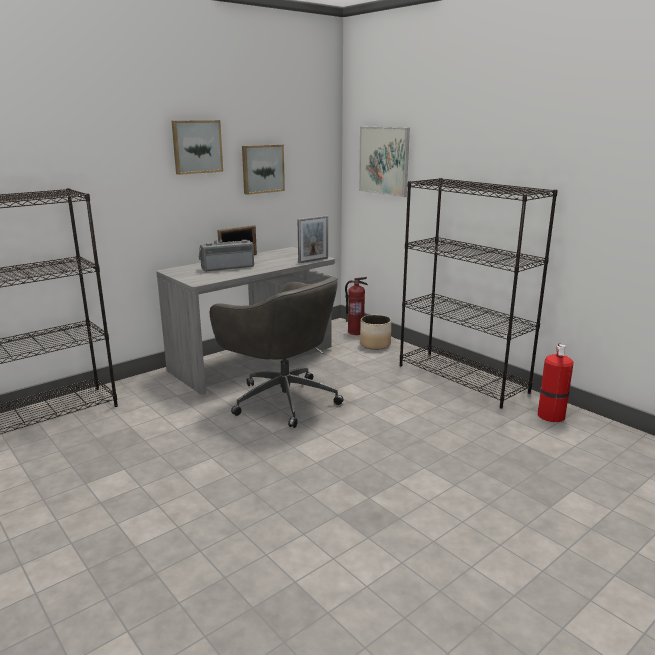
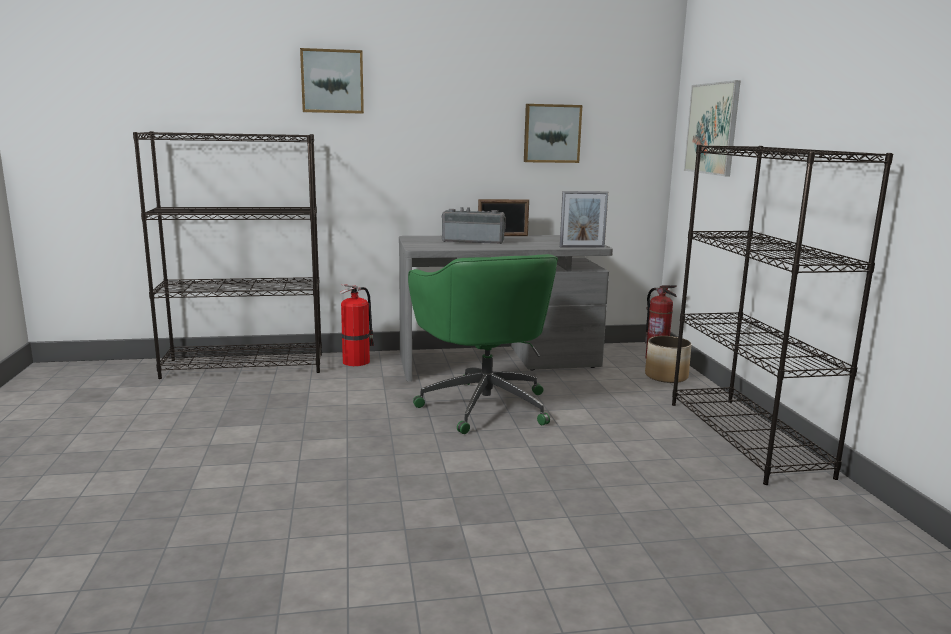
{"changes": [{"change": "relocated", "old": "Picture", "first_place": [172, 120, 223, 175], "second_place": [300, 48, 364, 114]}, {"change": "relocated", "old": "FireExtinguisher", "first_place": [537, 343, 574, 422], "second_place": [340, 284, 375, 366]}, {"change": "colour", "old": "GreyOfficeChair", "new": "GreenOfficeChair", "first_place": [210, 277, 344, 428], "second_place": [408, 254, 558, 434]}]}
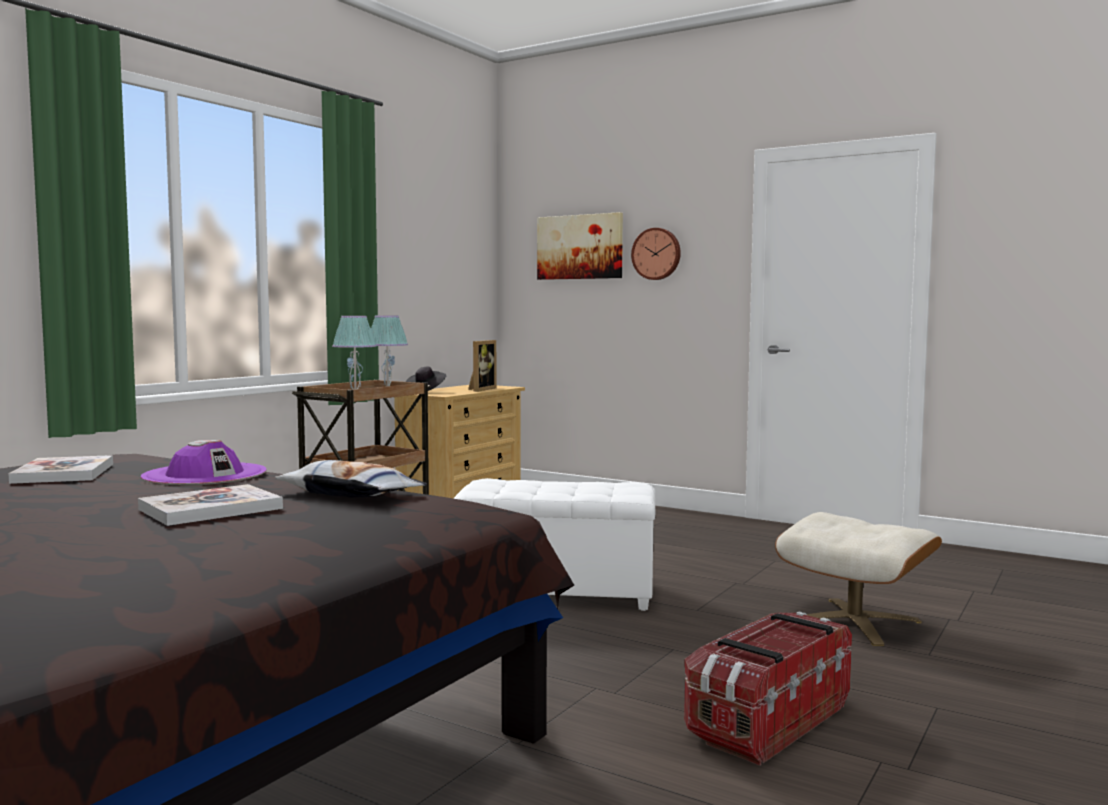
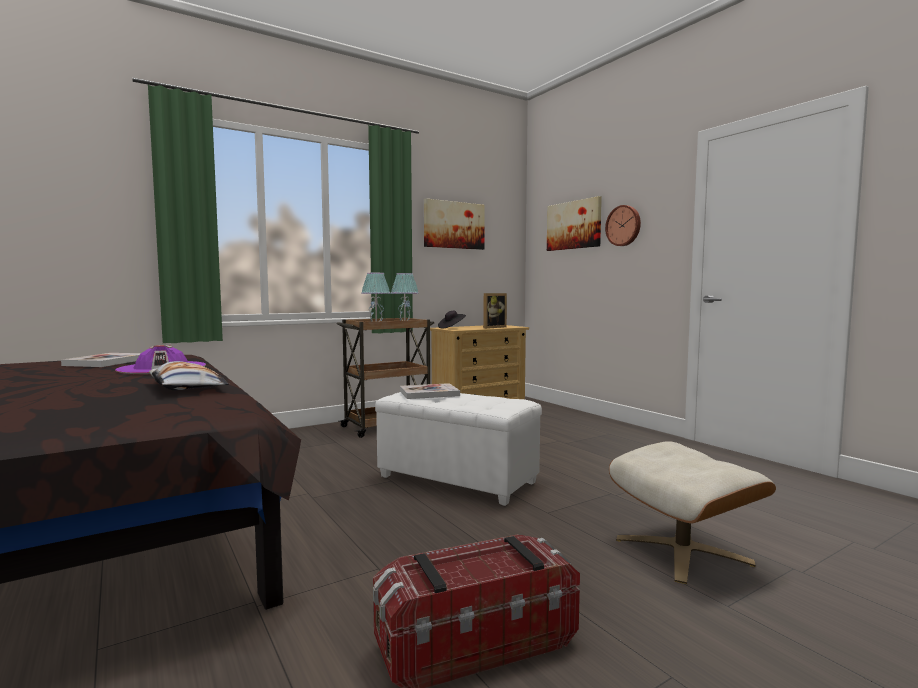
{"changes": [{"change": "appeared", "new": "Picture", "second_place": [424, 199, 485, 250]}, {"change": "relocated", "old": "Book", "first_place": [138, 484, 283, 526], "second_place": [400, 383, 460, 399]}]}
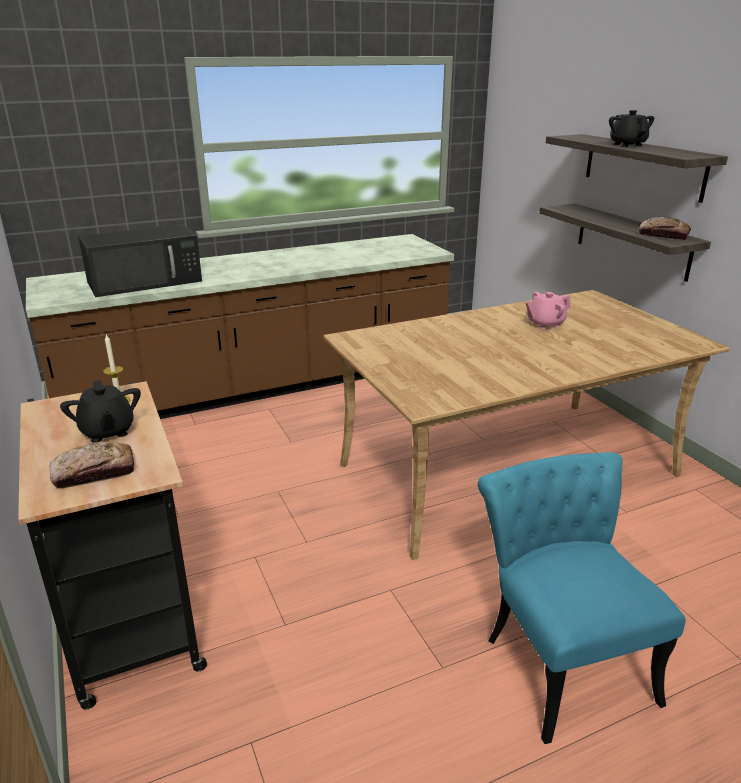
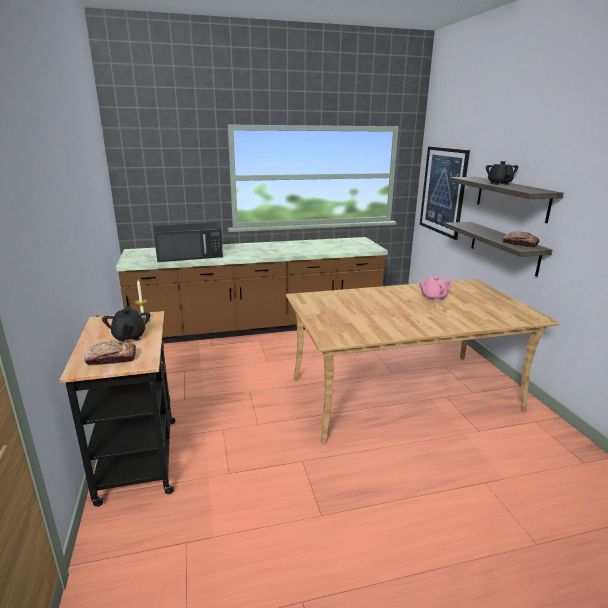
{"changes": [{"change": "missing", "old": "TurquoiseChair", "first_place": [478, 452, 686, 744]}, {"change": "appeared", "new": "Picture", "second_place": [420, 147, 470, 240]}]}
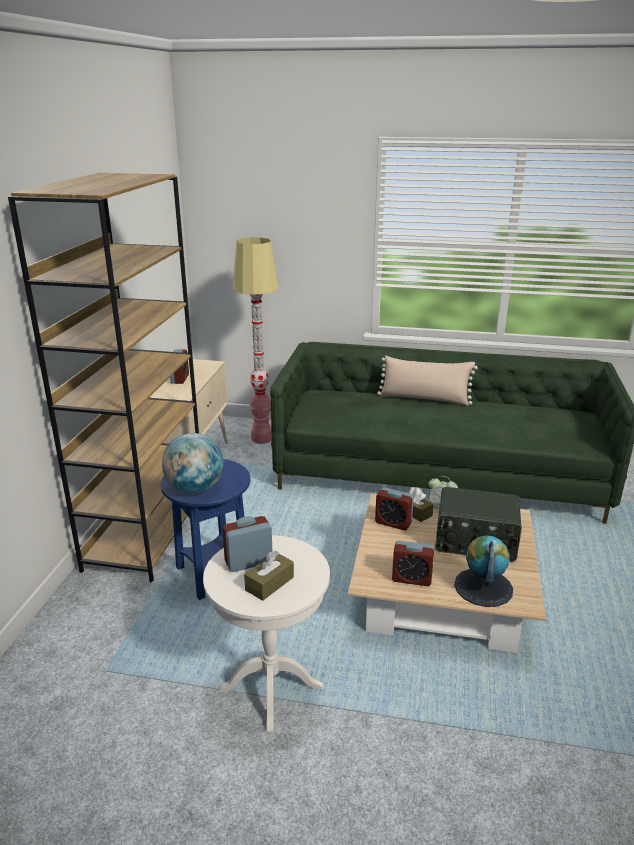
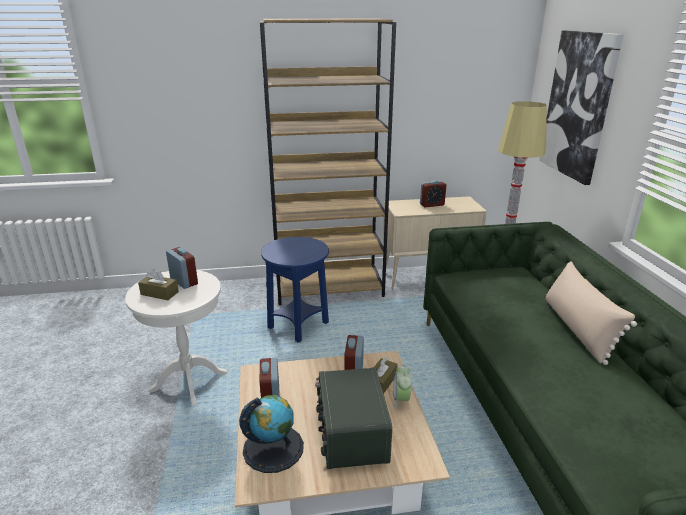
{"changes": [{"change": "missing", "old": "Globe", "first_place": [162, 433, 224, 494]}, {"change": "appeared", "new": "Picture", "second_place": [539, 30, 624, 185]}]}
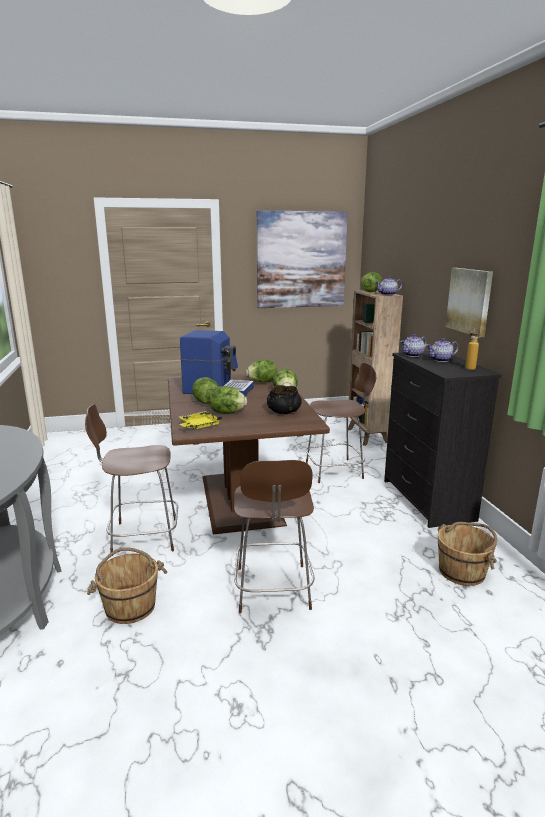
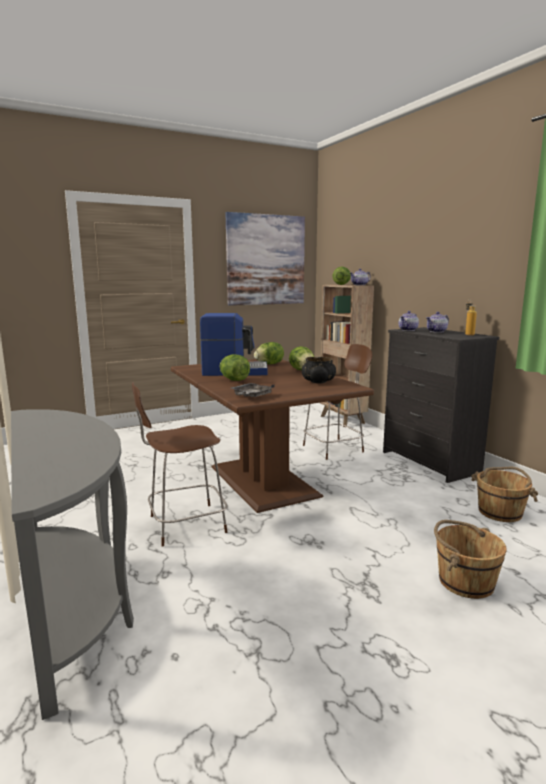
{"changes": [{"change": "missing", "old": "Lettuce", "first_place": [209, 386, 247, 414]}, {"change": "missing", "old": "BrownChair", "first_place": [234, 460, 314, 613]}, {"change": "missing", "old": "Picture", "first_place": [445, 268, 493, 337]}, {"change": "relocated", "old": "BrownBucket", "first_place": [87, 547, 167, 624], "second_place": [434, 520, 507, 599]}, {"change": "colour", "old": "YellowTray", "new": "GreyTray", "first_place": [179, 411, 222, 429], "second_place": [231, 383, 275, 397]}]}
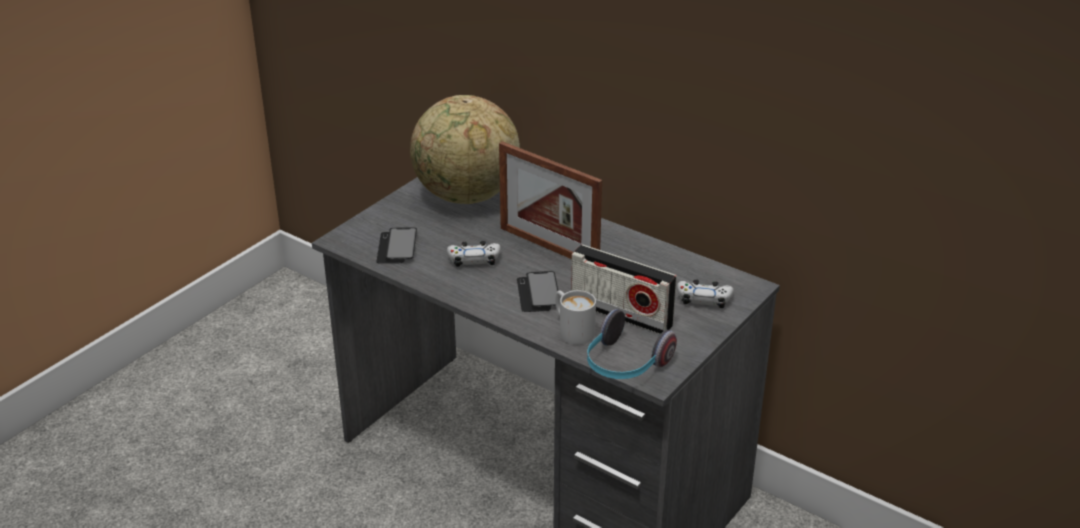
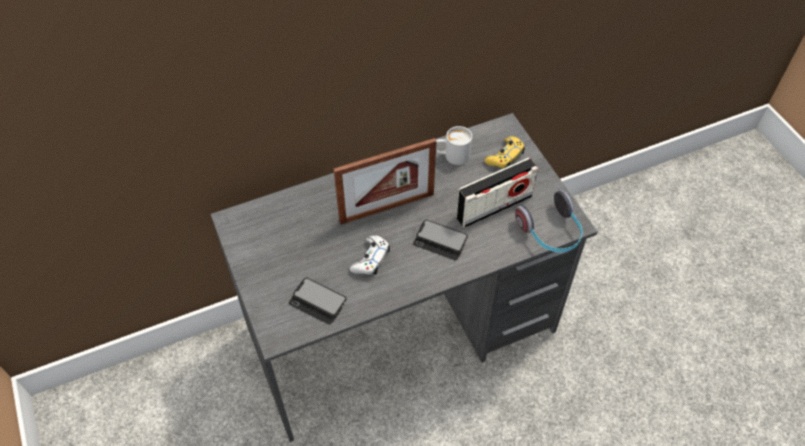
{"changes": [{"change": "missing", "old": "Globe", "first_place": [410, 95, 520, 204]}, {"change": "relocated", "old": "WhiteMug", "first_place": [556, 290, 596, 345], "second_place": [436, 126, 472, 165]}, {"change": "colour", "old": "WhiteGameController", "new": "YellowGameController", "first_place": [677, 279, 734, 308], "second_place": [485, 136, 525, 169]}]}
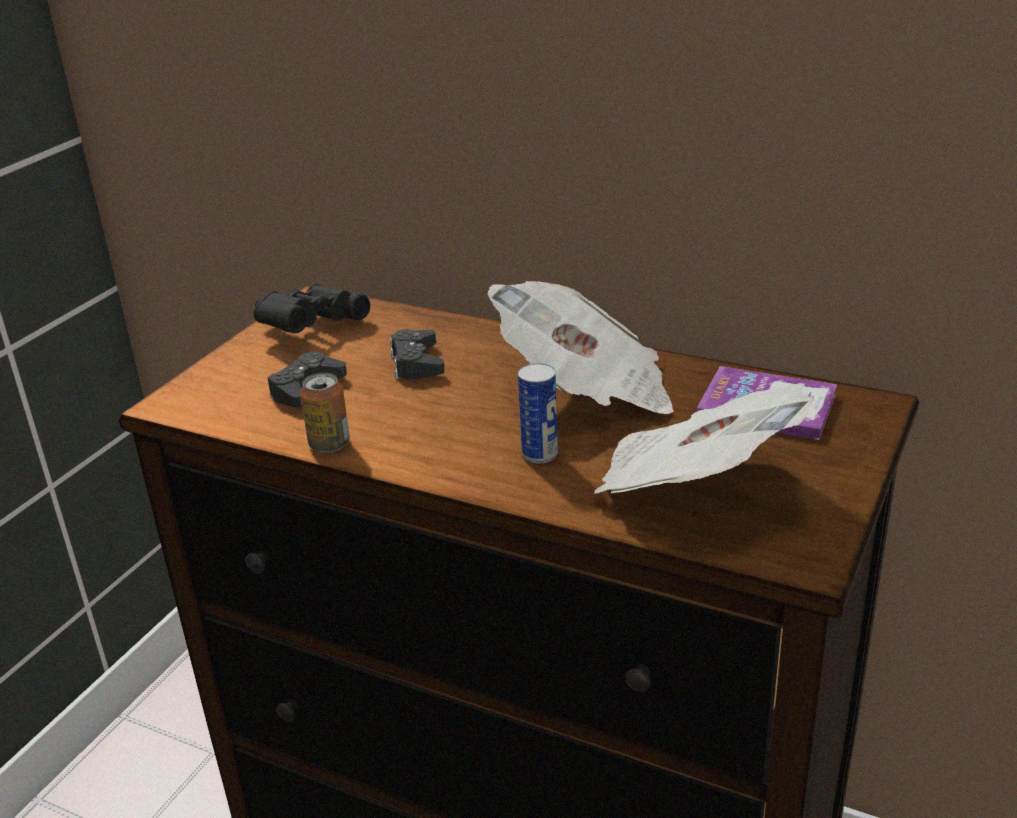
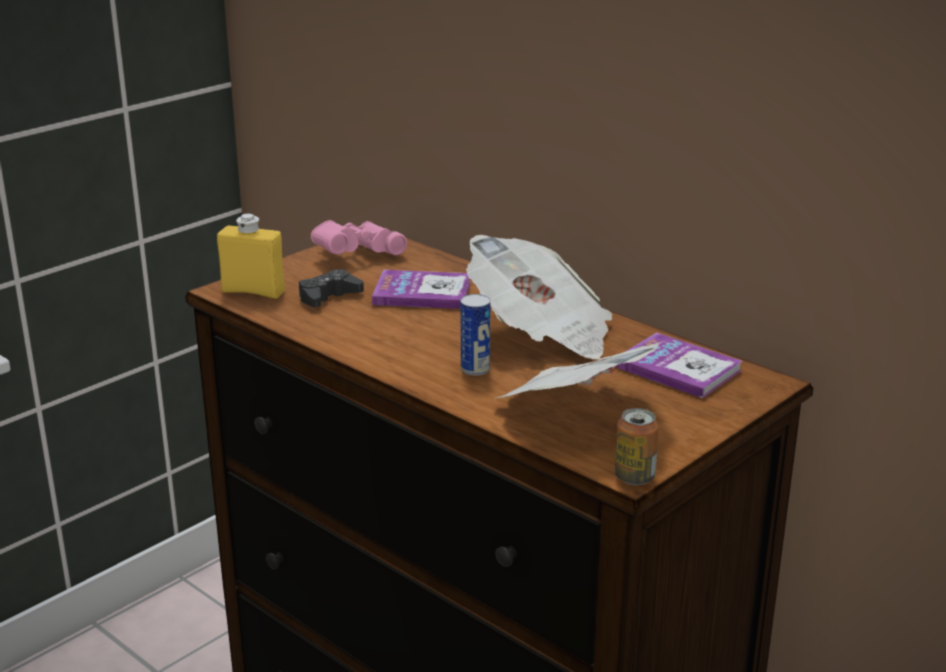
{"changes": [{"change": "appeared", "new": "YellowBottle", "second_place": [217, 214, 285, 299]}, {"change": "relocated", "old": "Can", "first_place": [300, 373, 350, 453], "second_place": [615, 408, 659, 485]}, {"change": "exchanged", "old": "BlackGameController", "new": "Book", "first_place": [390, 329, 445, 380], "second_place": [372, 270, 471, 309]}, {"change": "colour", "old": "BlackBinoculars", "new": "PinkBinoculars", "first_place": [254, 284, 370, 333], "second_place": [311, 220, 407, 255]}]}
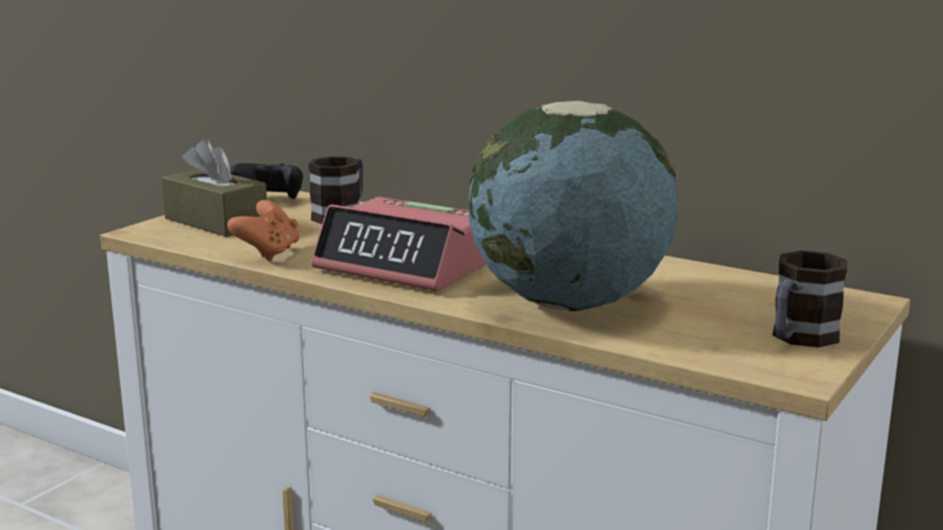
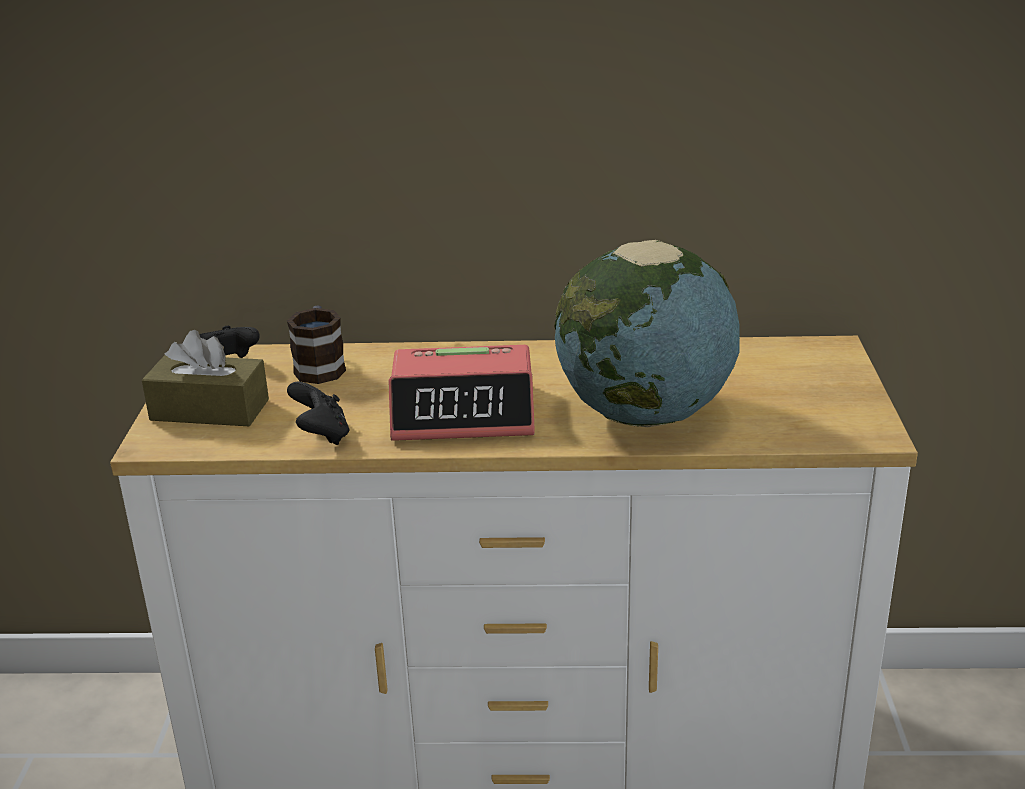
{"changes": [{"change": "missing", "old": "Mug", "first_place": [772, 250, 848, 348]}, {"change": "colour", "old": "OrangeGameController", "new": "BlackGameController", "first_place": [227, 200, 299, 261], "second_place": [287, 382, 349, 445]}]}
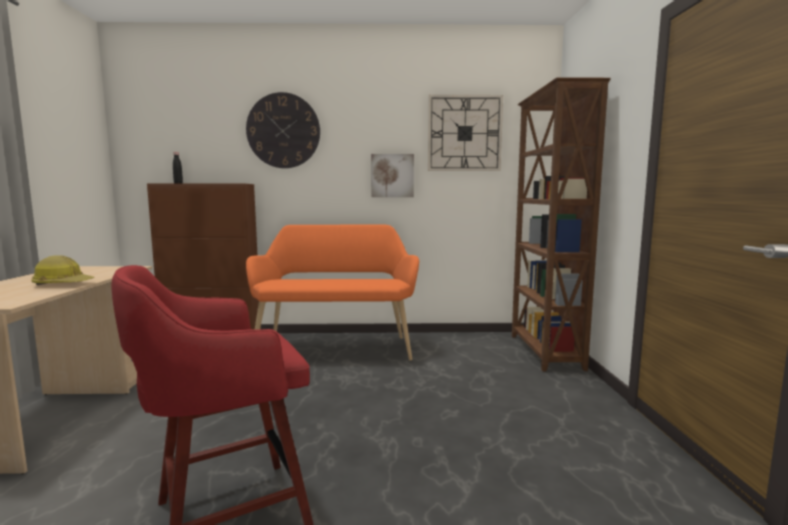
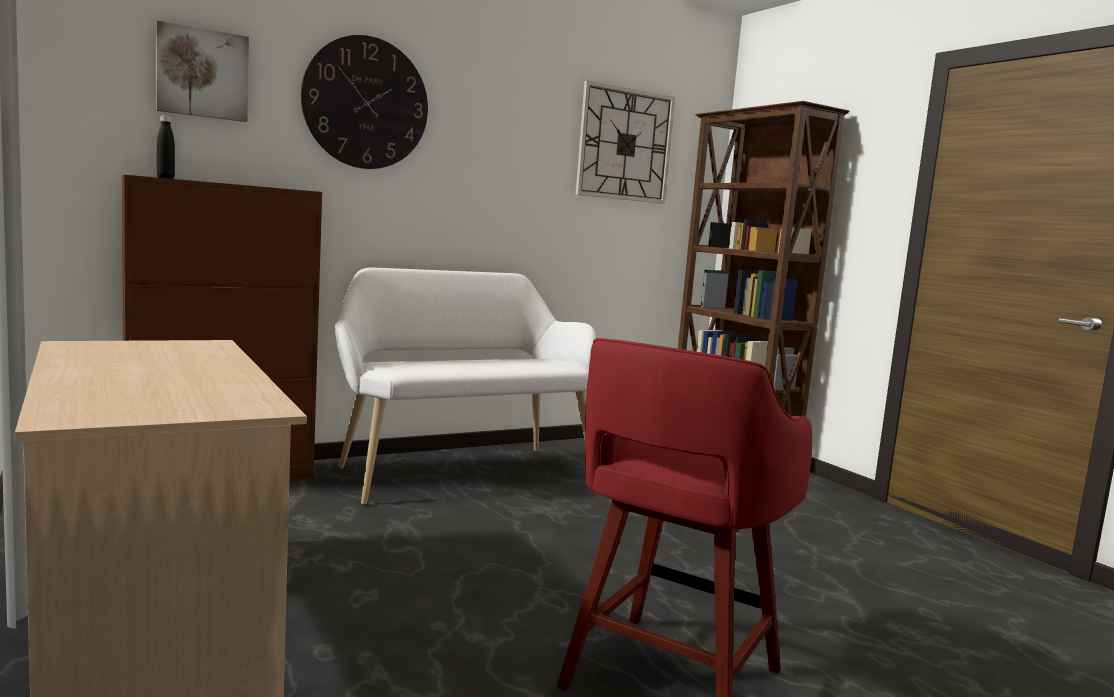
{"changes": [{"change": "missing", "old": "HardHat", "first_place": [31, 255, 94, 285]}, {"change": "relocated", "old": "Picture", "first_place": [371, 154, 414, 197], "second_place": [156, 21, 249, 122]}, {"change": "colour", "old": "OrangeBench", "new": "WhiteBench", "first_place": [246, 225, 419, 361], "second_place": [335, 268, 596, 505]}]}
